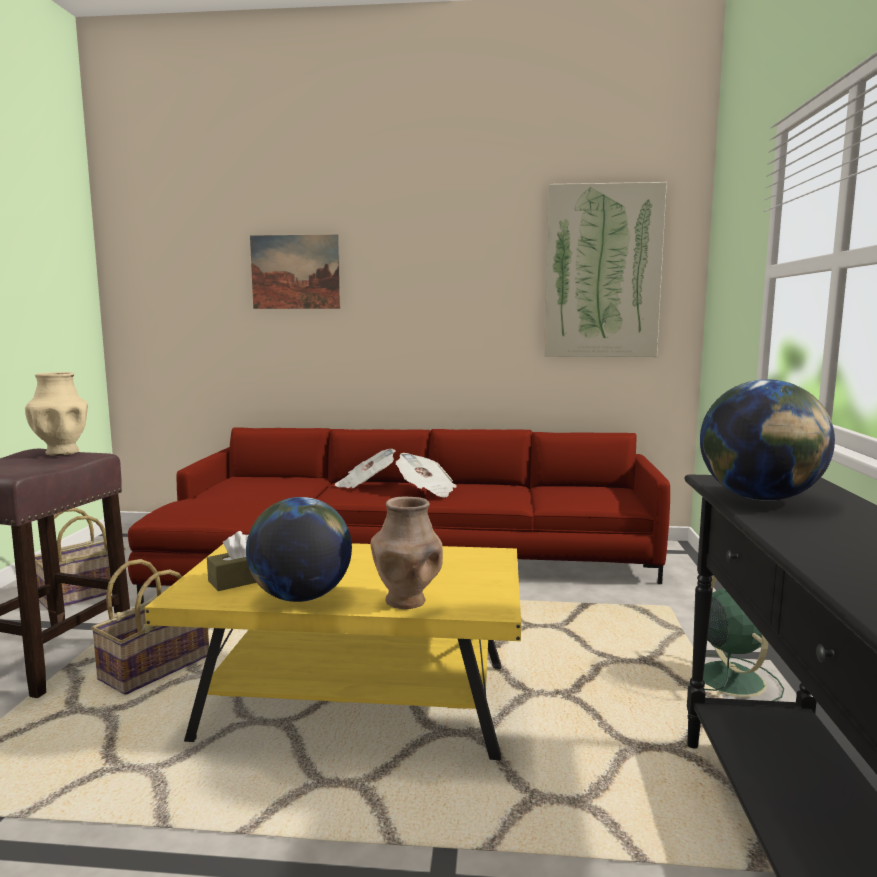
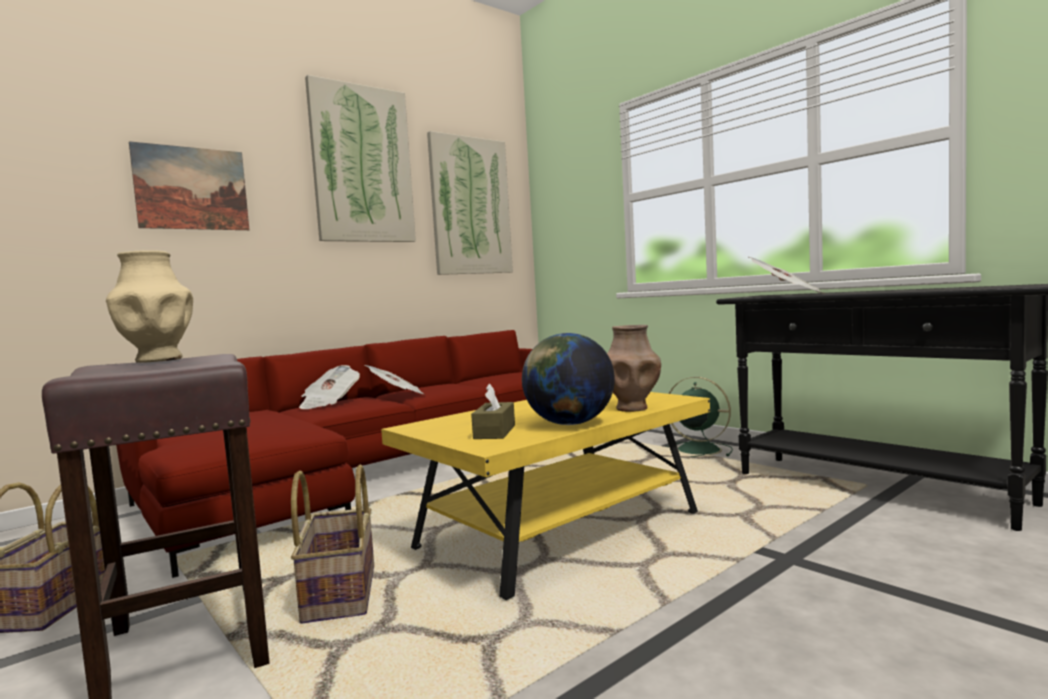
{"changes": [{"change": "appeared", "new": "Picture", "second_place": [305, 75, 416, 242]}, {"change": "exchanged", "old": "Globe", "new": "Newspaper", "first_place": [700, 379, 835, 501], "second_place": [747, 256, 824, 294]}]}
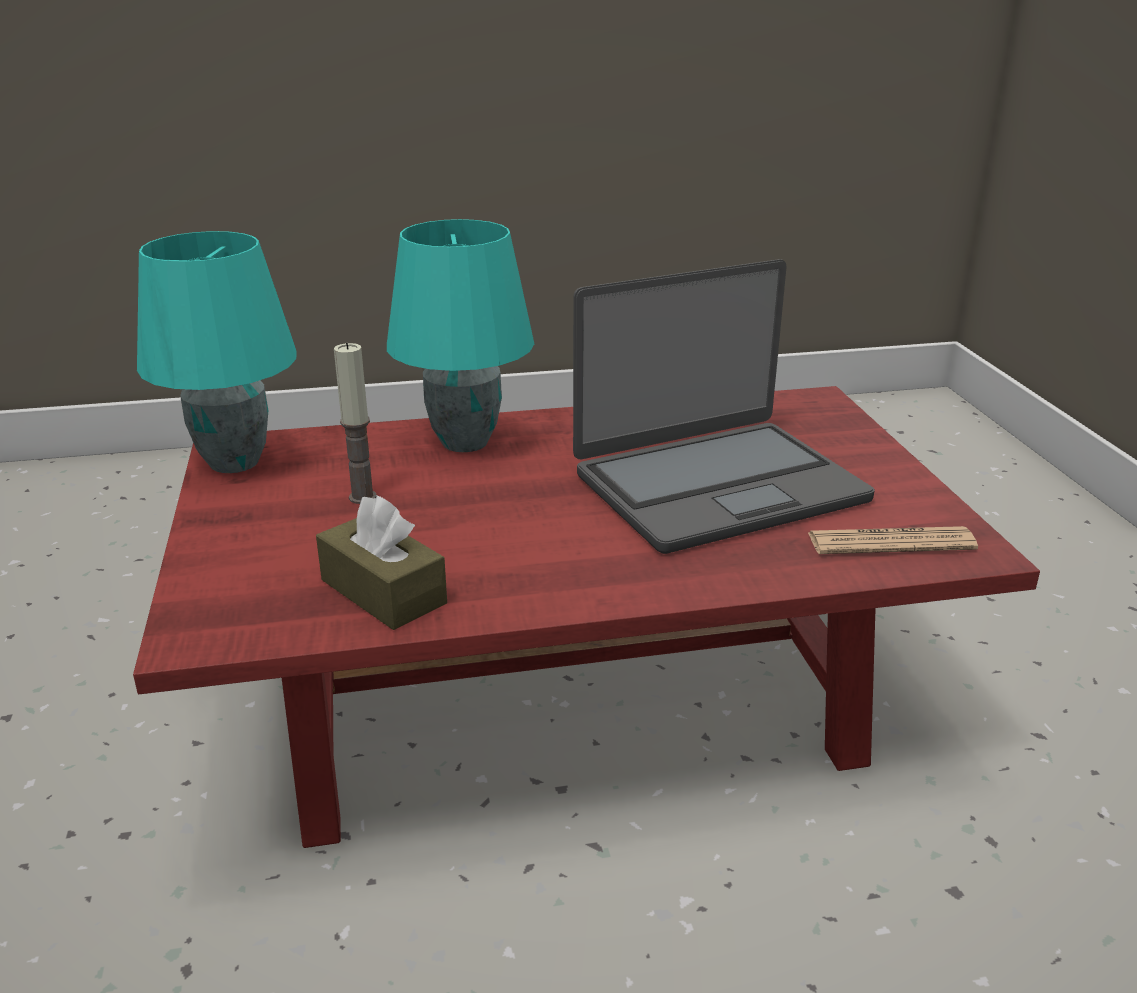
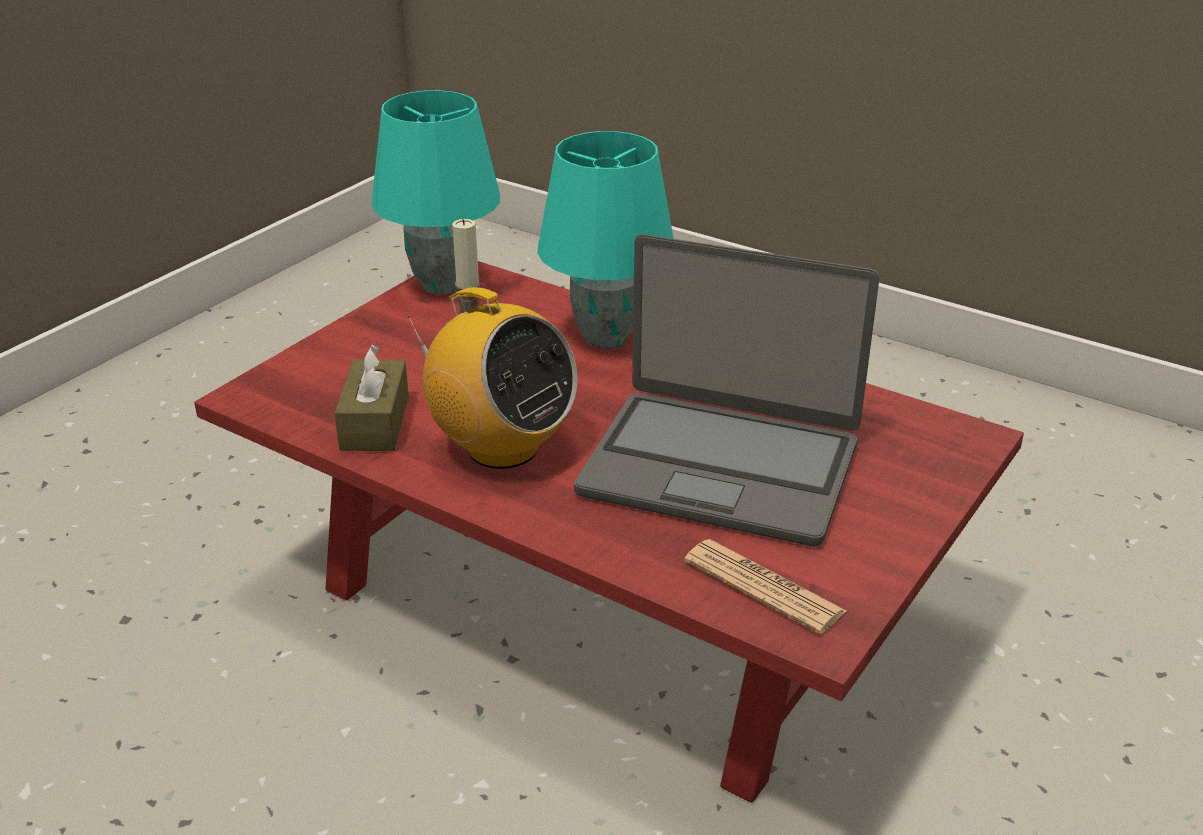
{"changes": [{"change": "appeared", "new": "Radio", "second_place": [407, 287, 578, 469]}]}
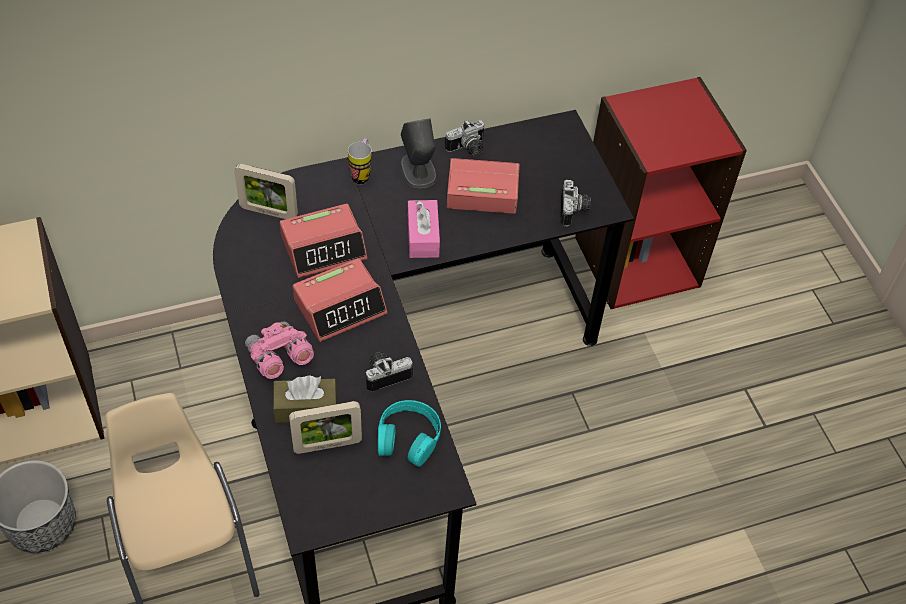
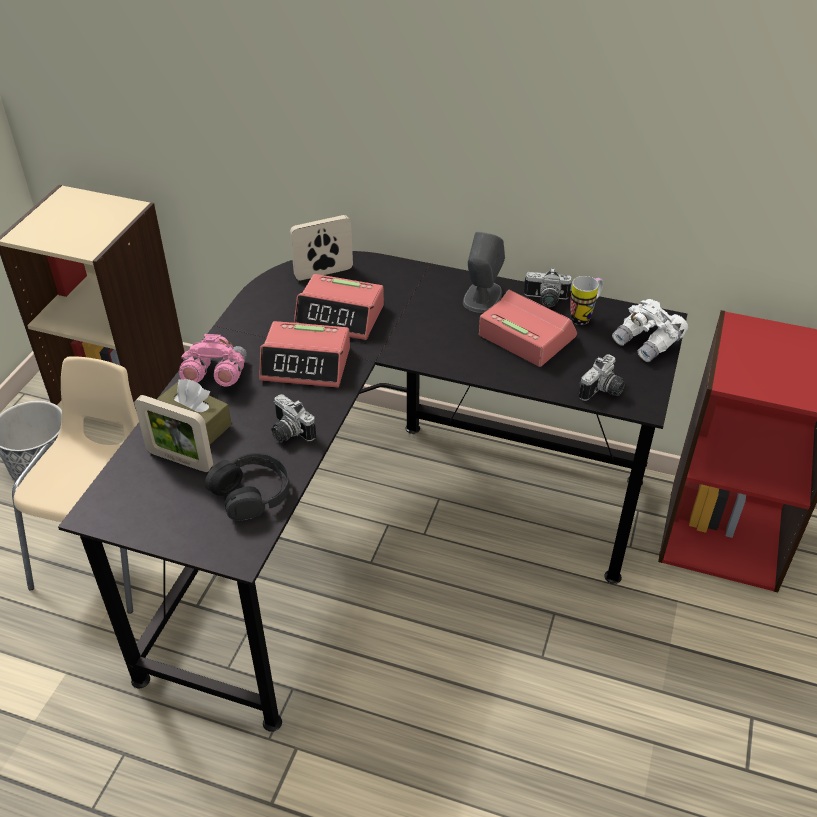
{"changes": [{"change": "missing", "old": "PinkTissueBox", "first_place": [408, 200, 440, 258]}, {"change": "appeared", "new": "WhiteBinoculars", "second_place": [612, 299, 688, 362]}, {"change": "relocated", "old": "Mug", "first_place": [348, 138, 372, 185], "second_place": [570, 276, 604, 325]}, {"change": "colour", "old": "TurquoiseHeadphones", "new": "BlackHeadphones", "first_place": [378, 400, 441, 467], "second_place": [205, 453, 290, 521]}, {"change": "spun", "old": "PictureFrame", "first_place": [234, 164, 298, 219], "second_place": [290, 215, 353, 281], "degrees": 105}, {"change": "spun", "old": "PhotoCamera", "first_place": [366, 352, 413, 392], "second_place": [271, 394, 316, 442], "degrees": -150}]}
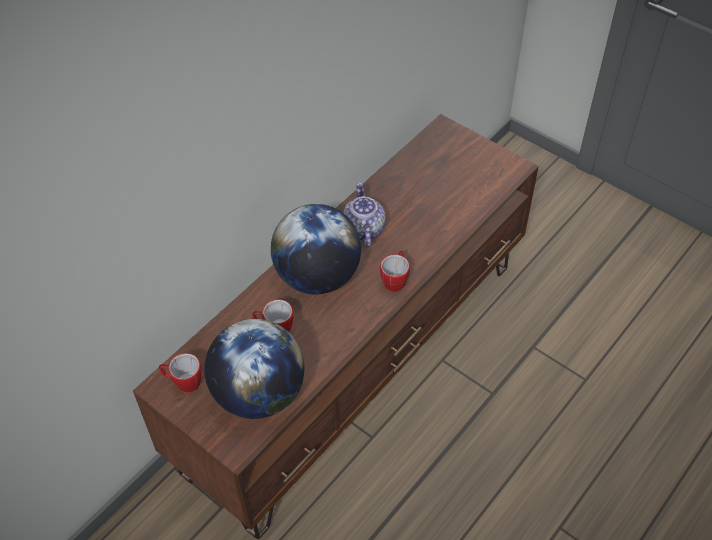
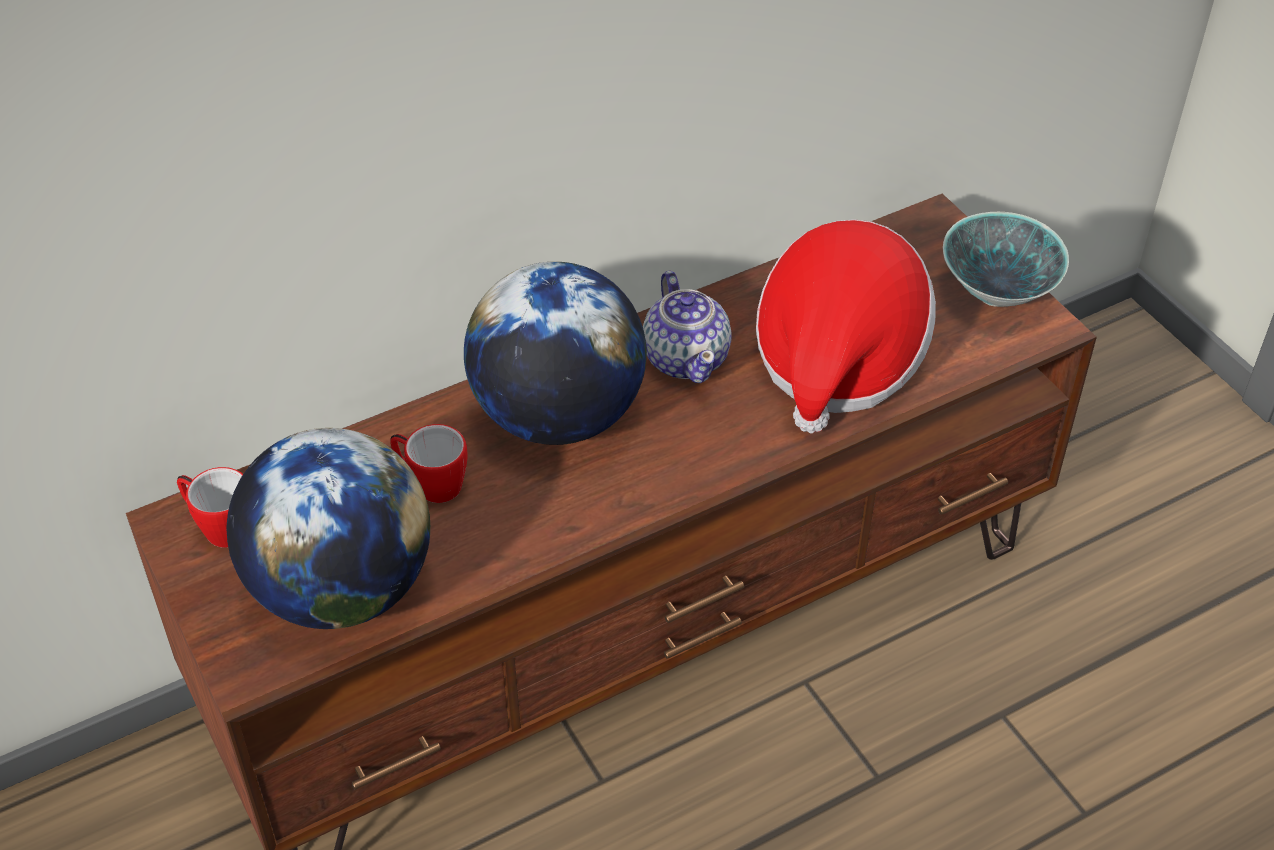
{"changes": [{"change": "missing", "old": "Mug", "first_place": [380, 250, 410, 292]}, {"change": "appeared", "new": "Hat", "second_place": [756, 219, 936, 433]}, {"change": "appeared", "new": "Bowl", "second_place": [943, 212, 1069, 307]}, {"change": "spun", "old": "Teapot", "first_place": [343, 182, 386, 247], "second_place": [643, 271, 732, 383], "degrees": 150}]}
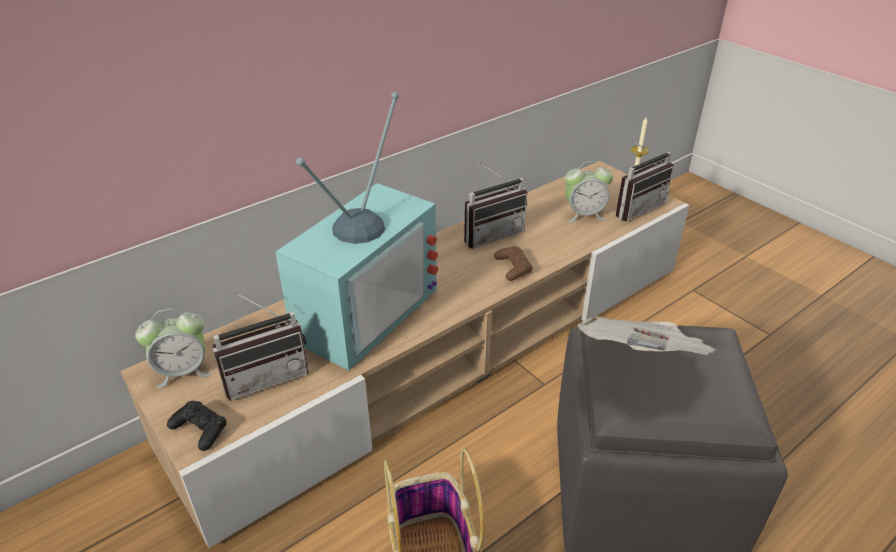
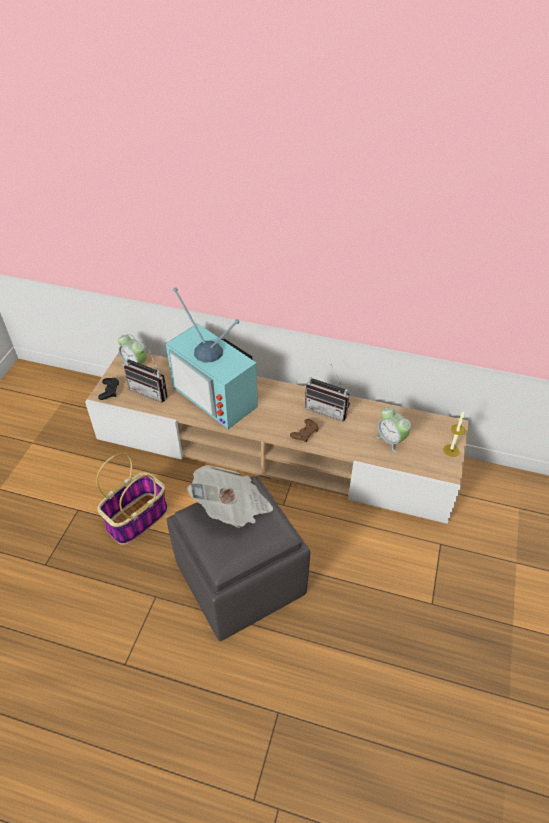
{"changes": [{"change": "missing", "old": "Radio", "first_place": [616, 139, 674, 221]}, {"change": "spun", "old": "Television", "first_place": [275, 92, 438, 371], "second_place": [166, 288, 258, 429], "degrees": 45}]}
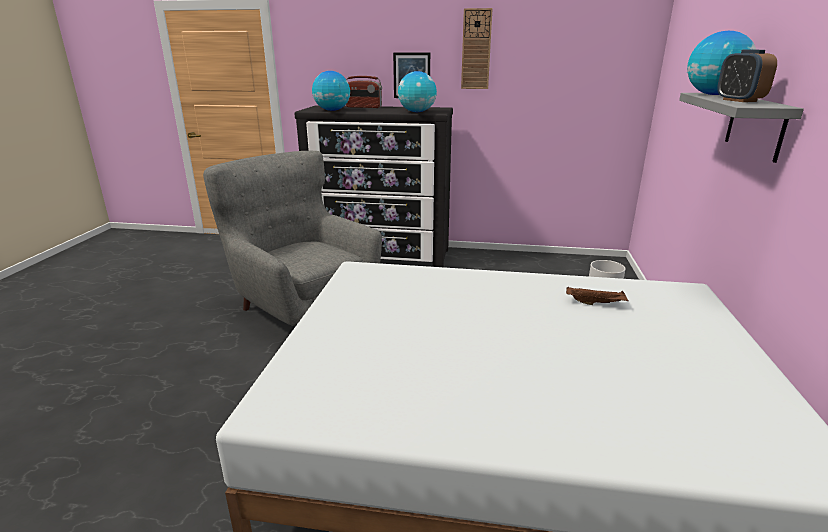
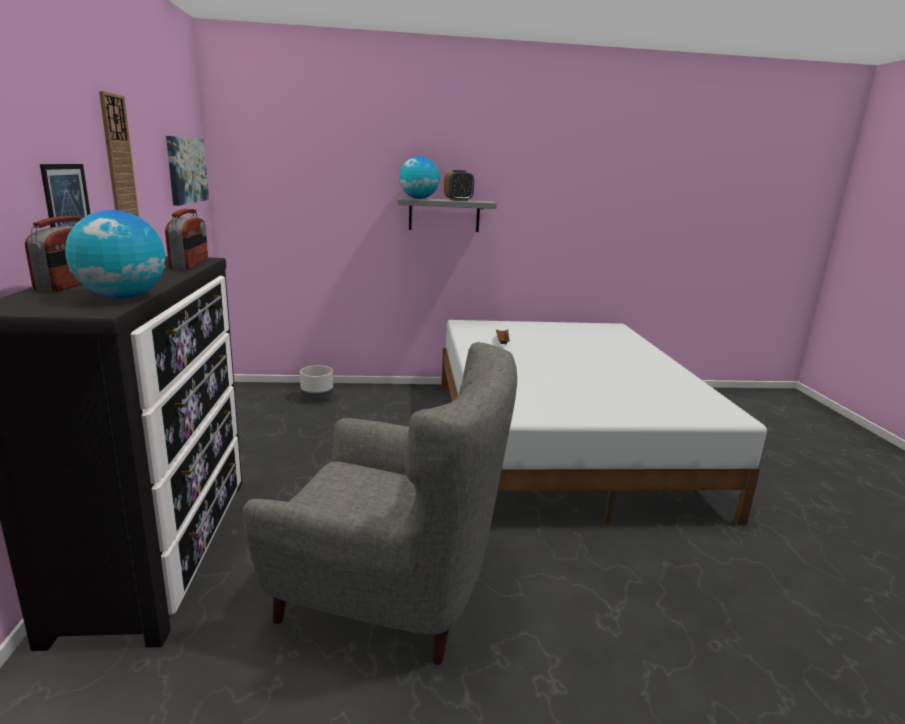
{"changes": [{"change": "appeared", "new": "Picture", "second_place": [166, 136, 209, 206]}, {"change": "exchanged", "old": "Globe", "new": "Radio", "first_place": [398, 71, 437, 112], "second_place": [165, 209, 208, 270]}, {"change": "spun", "old": "GreyArmchair", "first_place": [203, 151, 382, 326], "second_place": [242, 342, 517, 665], "degrees": -105}]}
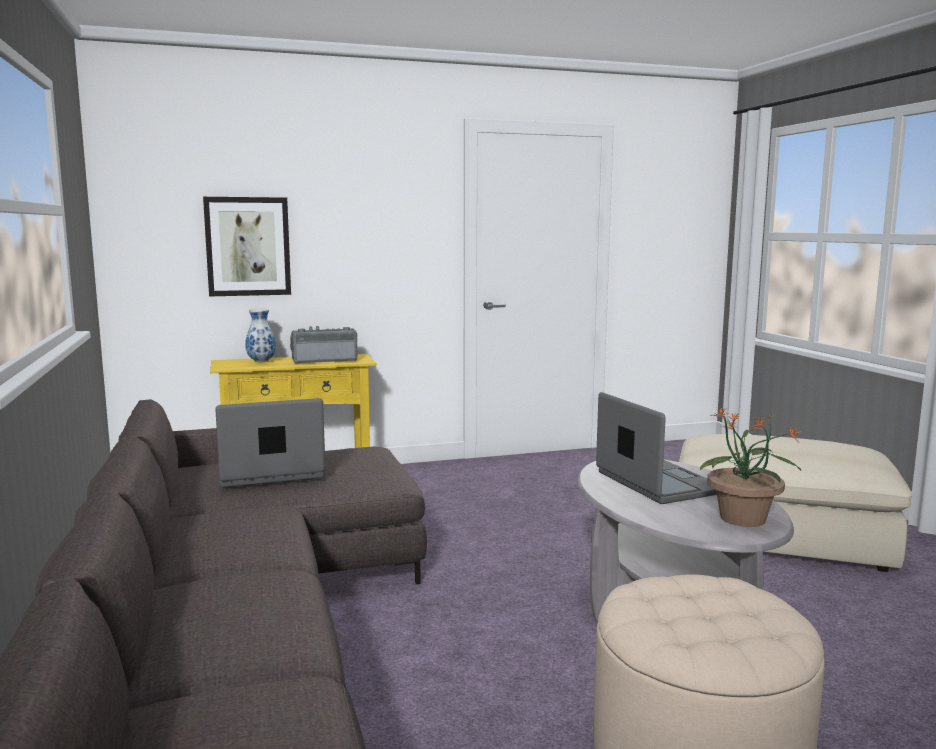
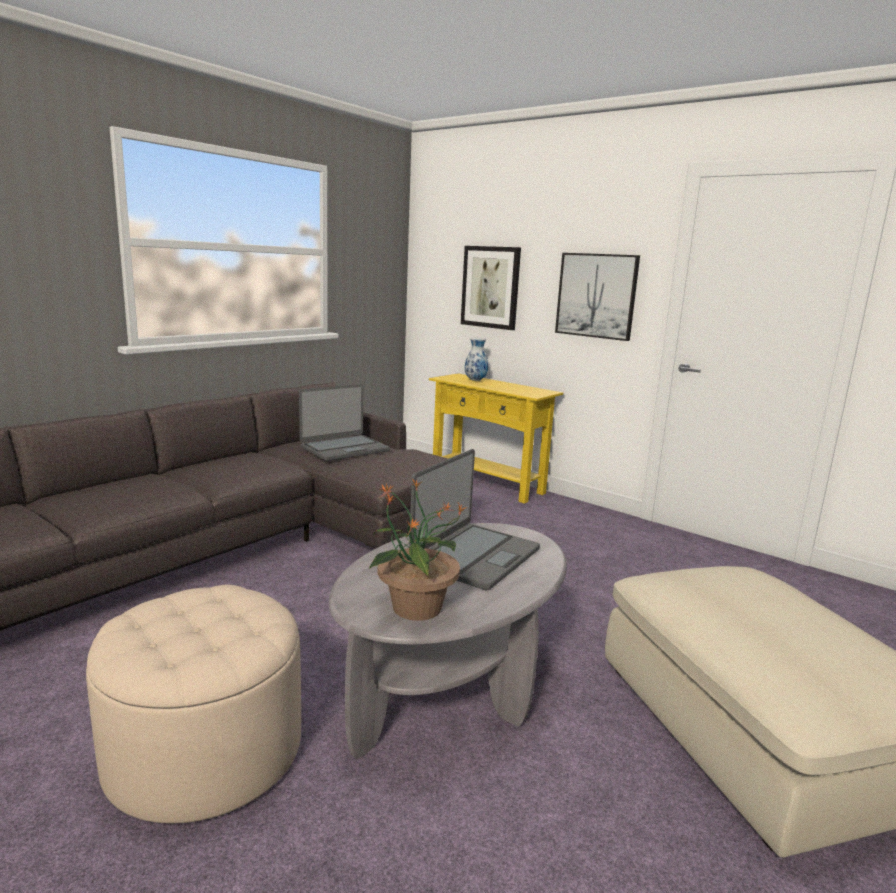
{"changes": [{"change": "missing", "old": "Radio", "first_place": [290, 326, 358, 364]}, {"change": "appeared", "new": "Picture", "second_place": [555, 253, 640, 341]}, {"change": "spun", "old": "Laptop", "first_place": [215, 398, 325, 487], "second_place": [299, 384, 390, 461], "degrees": 105}]}
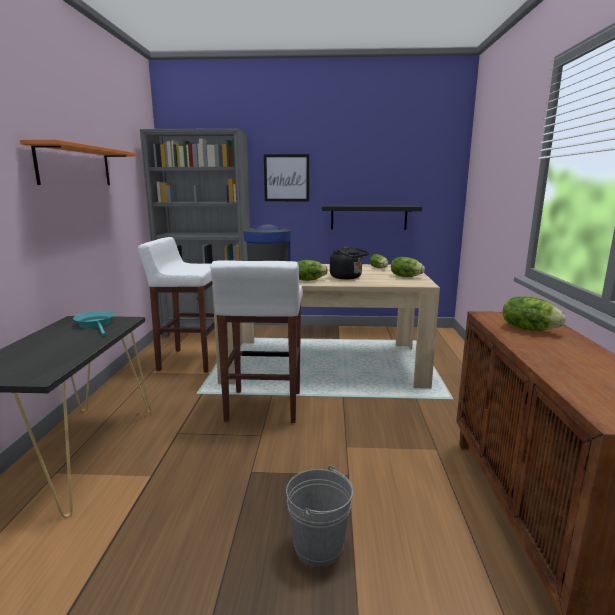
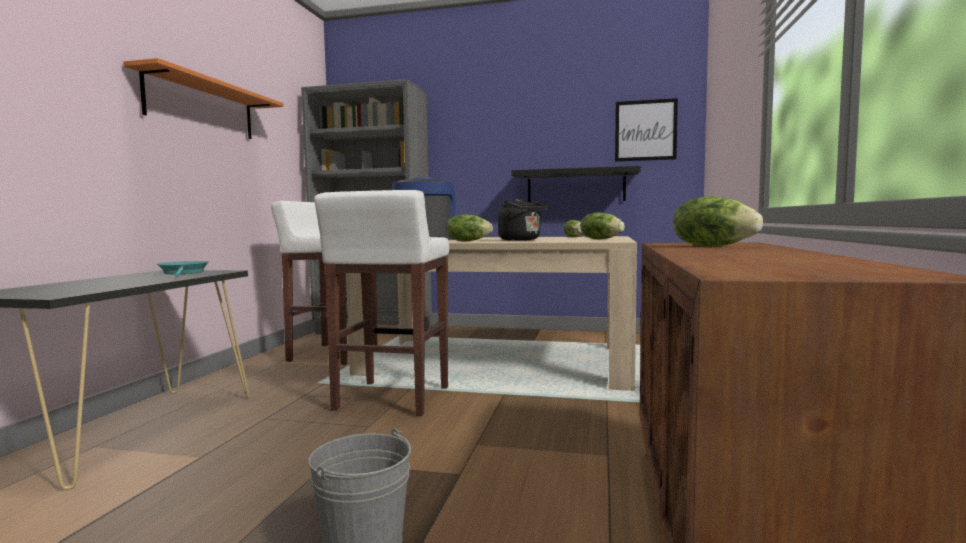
{"changes": [{"change": "relocated", "old": "Picture", "first_place": [264, 154, 309, 201], "second_place": [615, 98, 678, 162]}]}
